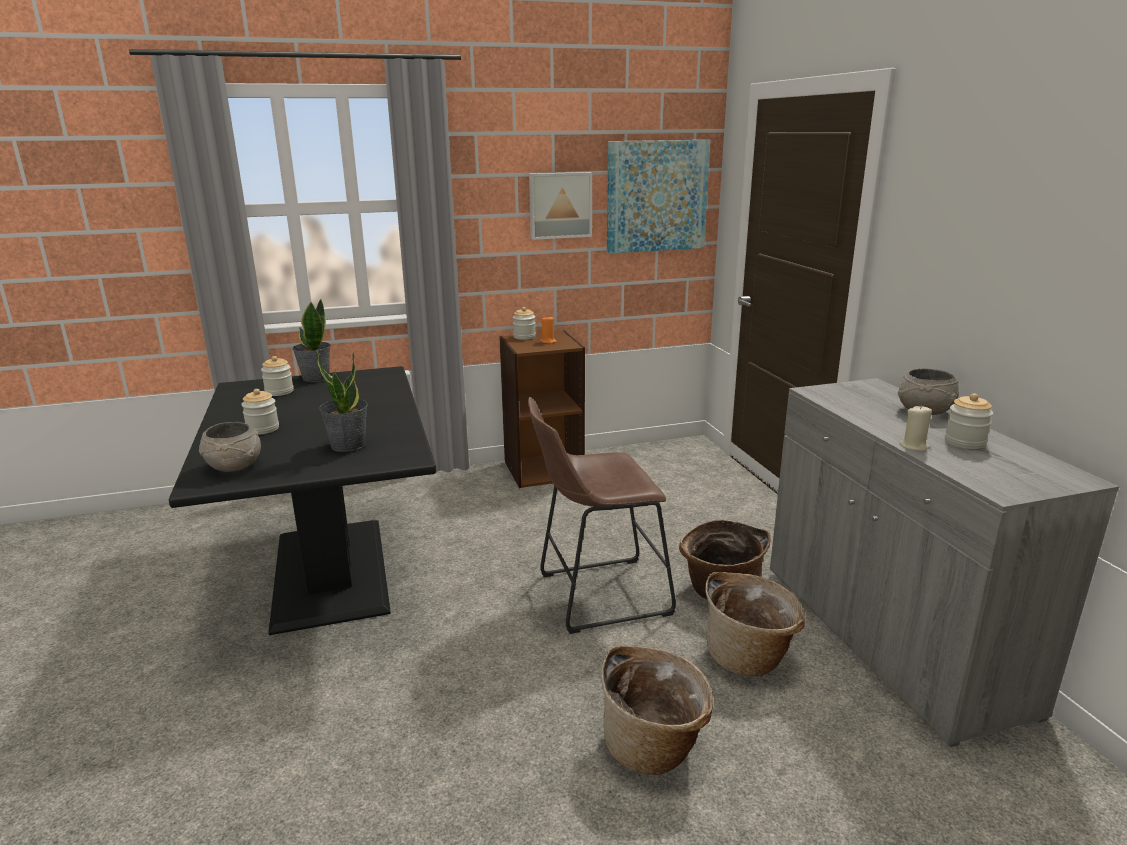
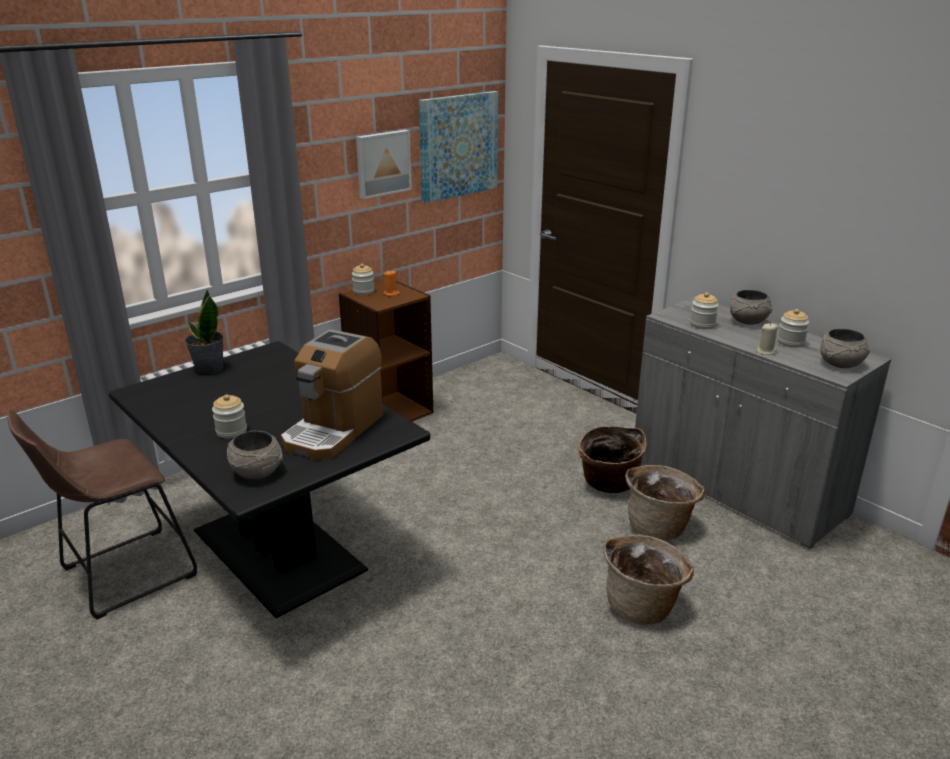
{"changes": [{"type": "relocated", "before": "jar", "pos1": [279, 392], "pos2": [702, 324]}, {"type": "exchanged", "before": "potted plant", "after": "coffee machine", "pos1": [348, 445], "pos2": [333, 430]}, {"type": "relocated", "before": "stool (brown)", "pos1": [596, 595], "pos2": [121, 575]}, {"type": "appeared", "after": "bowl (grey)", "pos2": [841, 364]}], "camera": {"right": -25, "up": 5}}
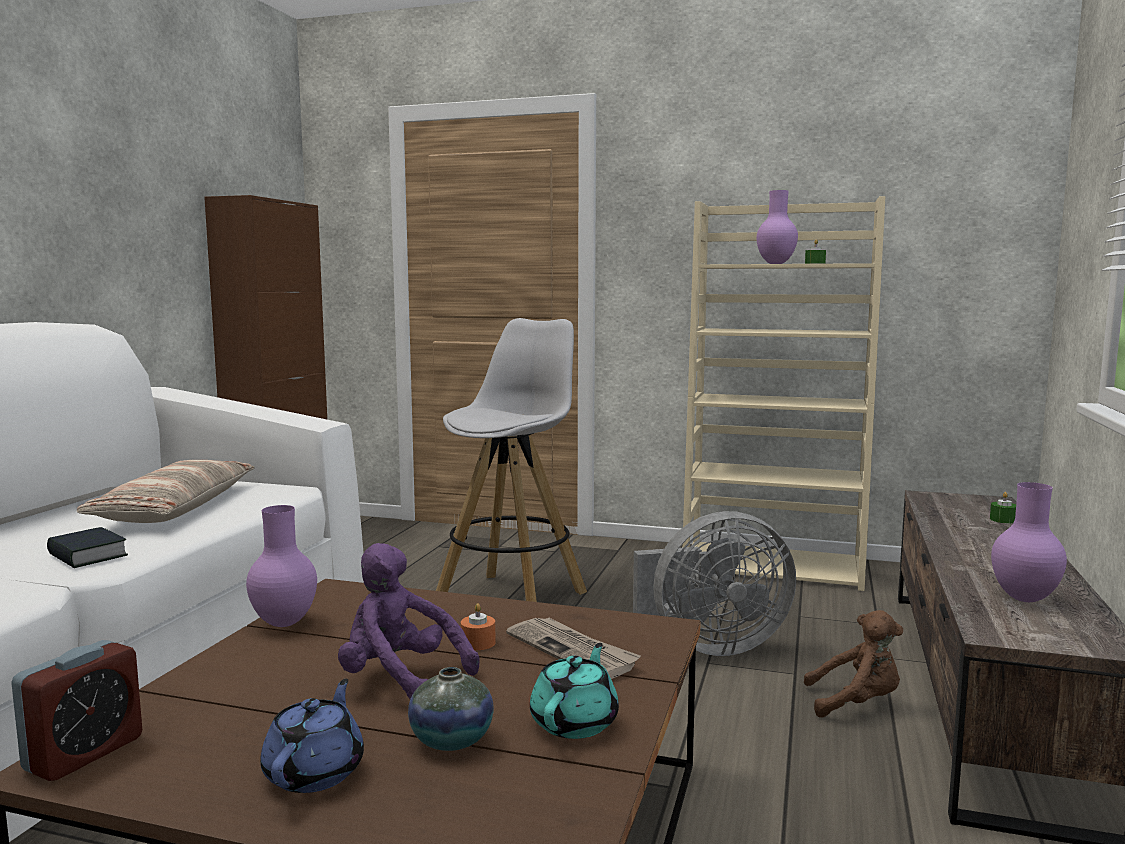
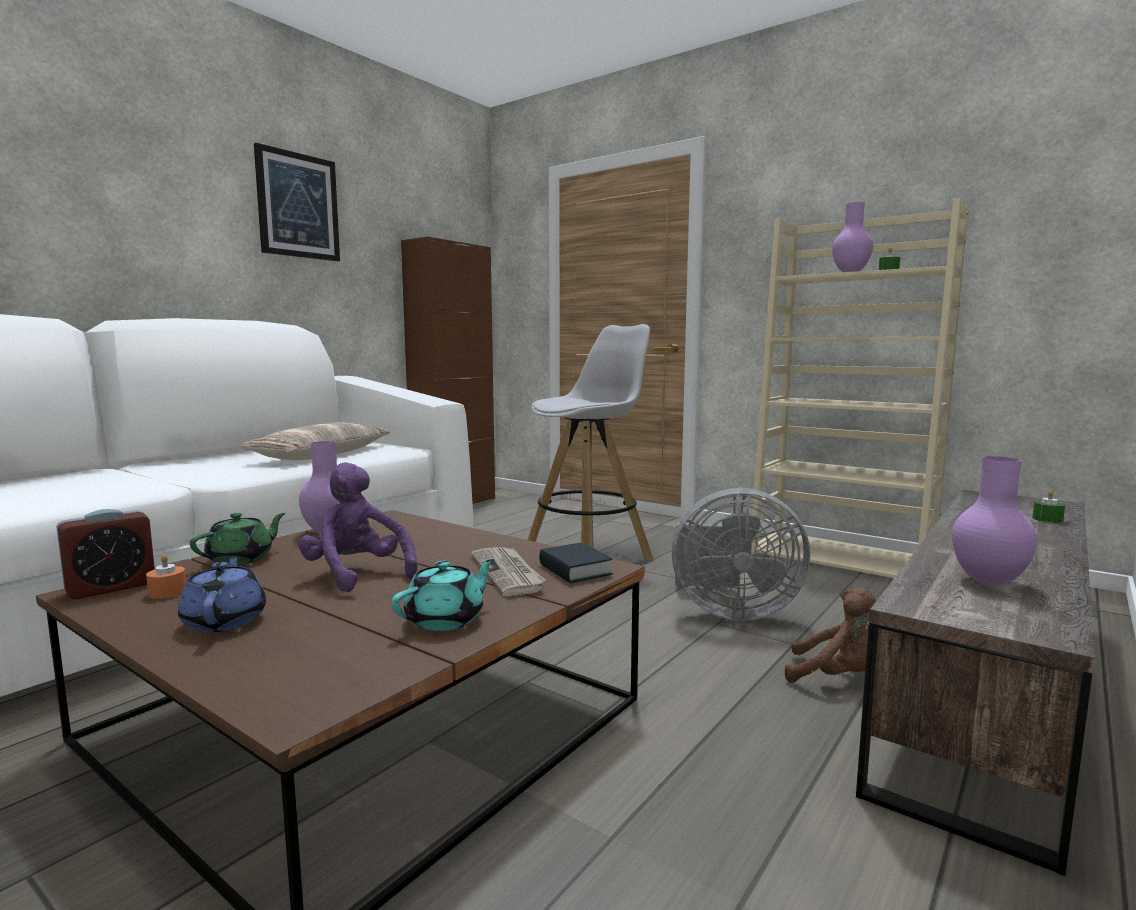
{"changes": [{"type": "relocated", "before": "book", "pos1": [87, 556], "pos2": [575, 570]}, {"type": "spun", "before": "teapot (blue)", "pos1": [315, 772], "pos2": [225, 621], "turn": -45}, {"type": "missing", "before": "vase", "pos1": [451, 740]}, {"type": "relocated", "before": "candle (orange)", "pos1": [478, 643], "pos2": [167, 592]}, {"type": "appeared", "after": "teapot (green)", "pos2": [241, 559]}, {"type": "appeared", "after": "picture", "pos2": [298, 206]}], "camera": {"right": 20, "up": 0}}
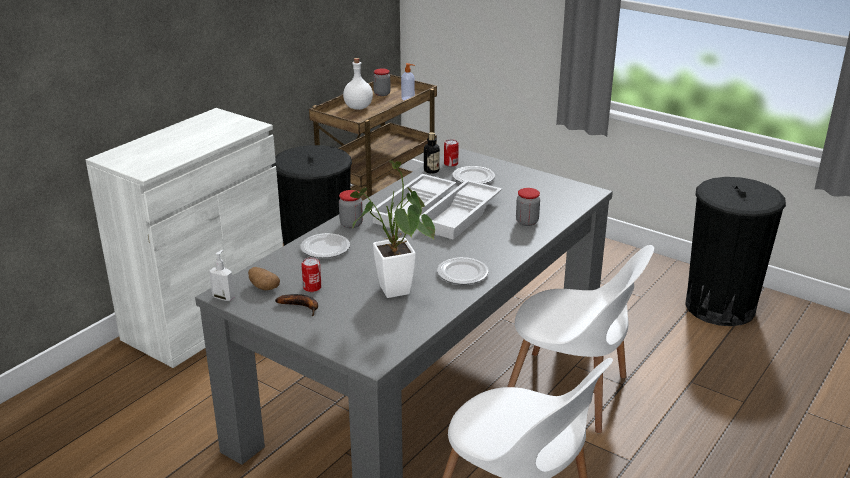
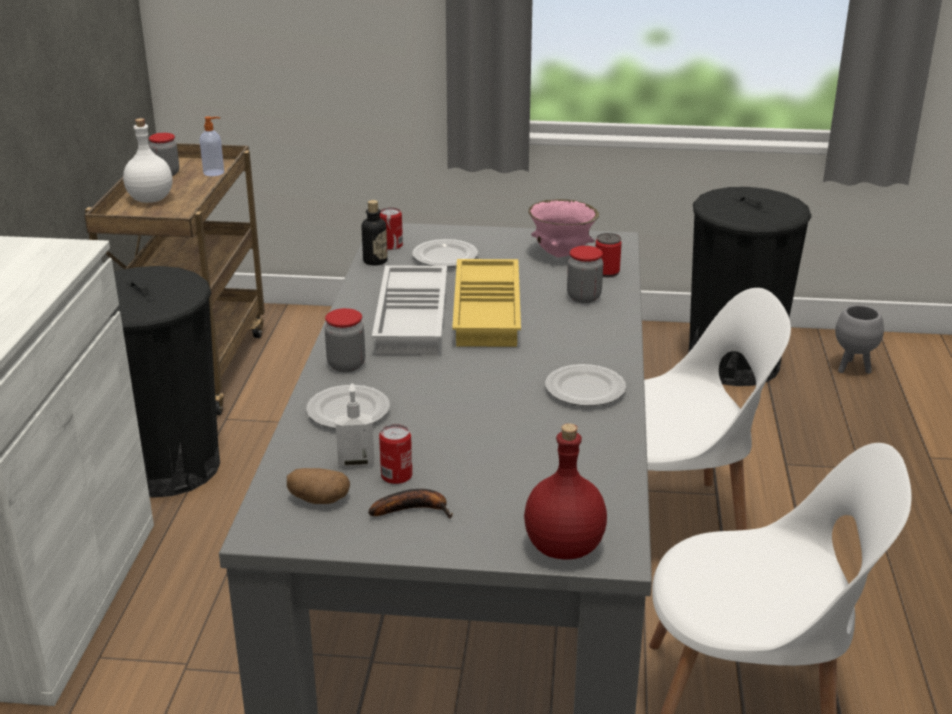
{"changes": [{"type": "relocated", "before": "soap dispenser", "pos1": [224, 297], "pos2": [356, 462]}, {"type": "missing", "before": "potted plant", "pos1": [396, 294]}, {"type": "colour", "before": "tray (white)", "after": "tray (yellow)", "pos1": [461, 215], "pos2": [489, 311]}, {"type": "appeared", "after": "bottle (red)", "pos2": [563, 548]}, {"type": "appeared", "after": "bowl (pink)", "pos2": [561, 254]}, {"type": "appeared", "after": "can", "pos2": [606, 272]}, {"type": "appeared", "after": "planter (grey)", "pos2": [853, 368]}], "camera": {"right": -30, "up": 0}}
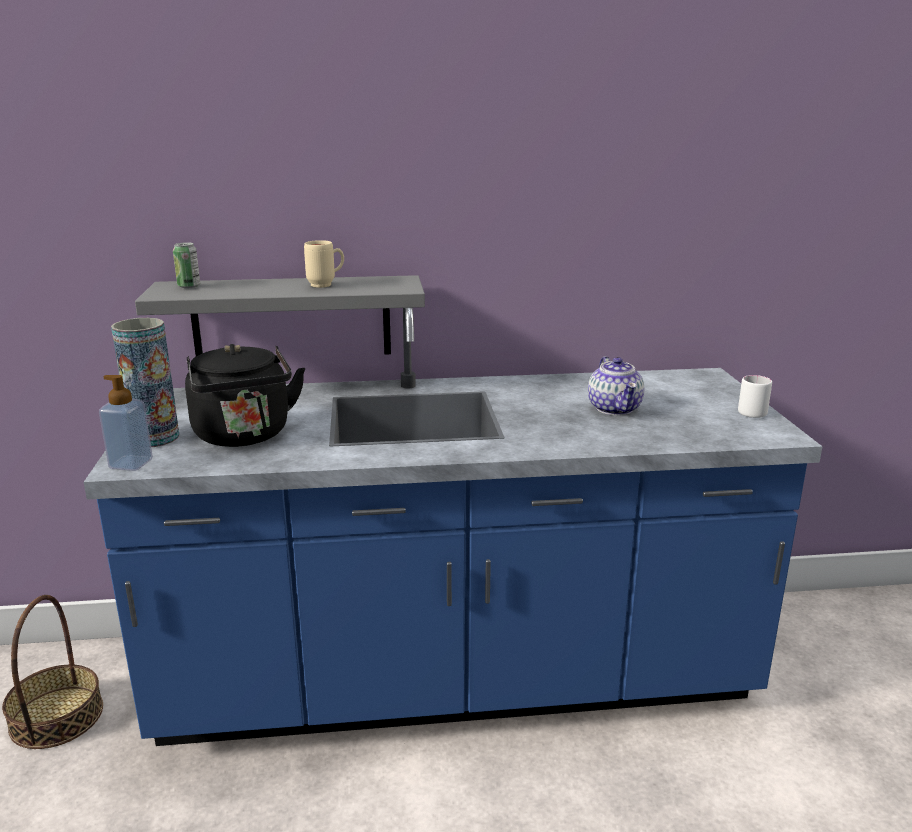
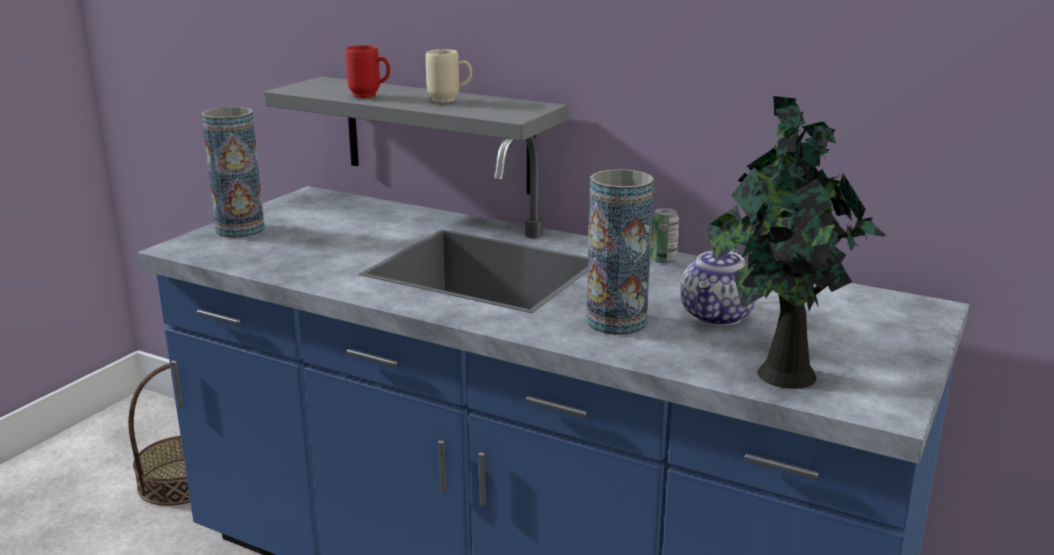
{"changes": [{"type": "missing", "before": "soap dispenser", "pos1": [131, 464]}, {"type": "relocated", "before": "can", "pos1": [189, 286], "pos2": [663, 259]}, {"type": "missing", "before": "kettle (black)", "pos1": [244, 436]}, {"type": "missing", "before": "mug (white)", "pos1": [754, 412]}, {"type": "appeared", "after": "mug (red)", "pos2": [370, 96]}, {"type": "appeared", "after": "vase", "pos2": [616, 322]}, {"type": "appeared", "after": "potted plant", "pos2": [780, 374]}], "camera": {"right": 35, "up": 0}}
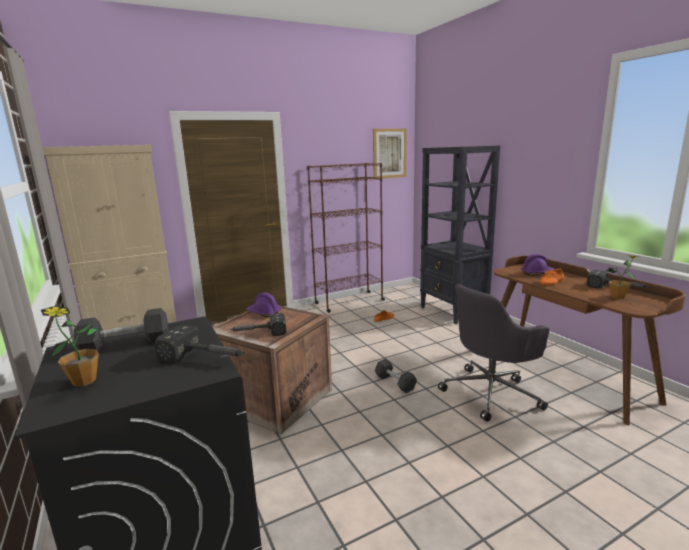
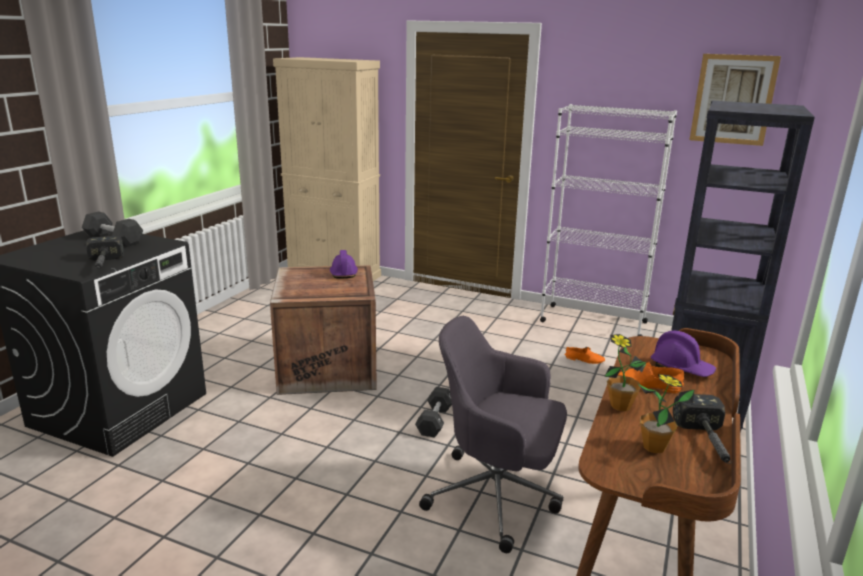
{"changes": [{"type": "relocated", "before": "potted plant", "pos1": [84, 381], "pos2": [620, 406]}, {"type": "missing", "before": "hammer", "pos1": [258, 333]}, {"type": "colour", "before": "bookcase (brown)", "after": "bookcase (white)", "pos1": [349, 302], "pos2": [592, 322]}], "camera": {"right": 50, "up": 5}}
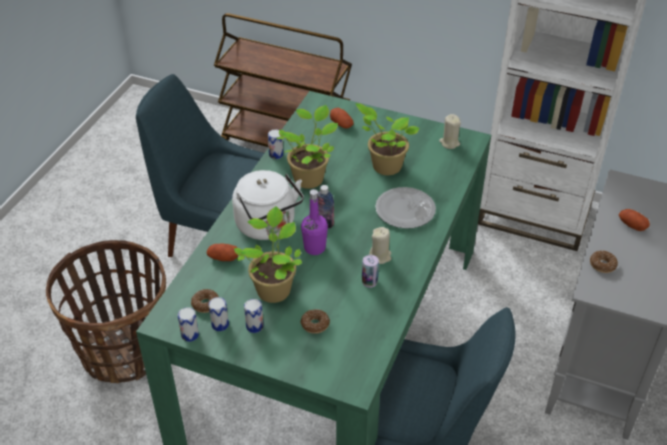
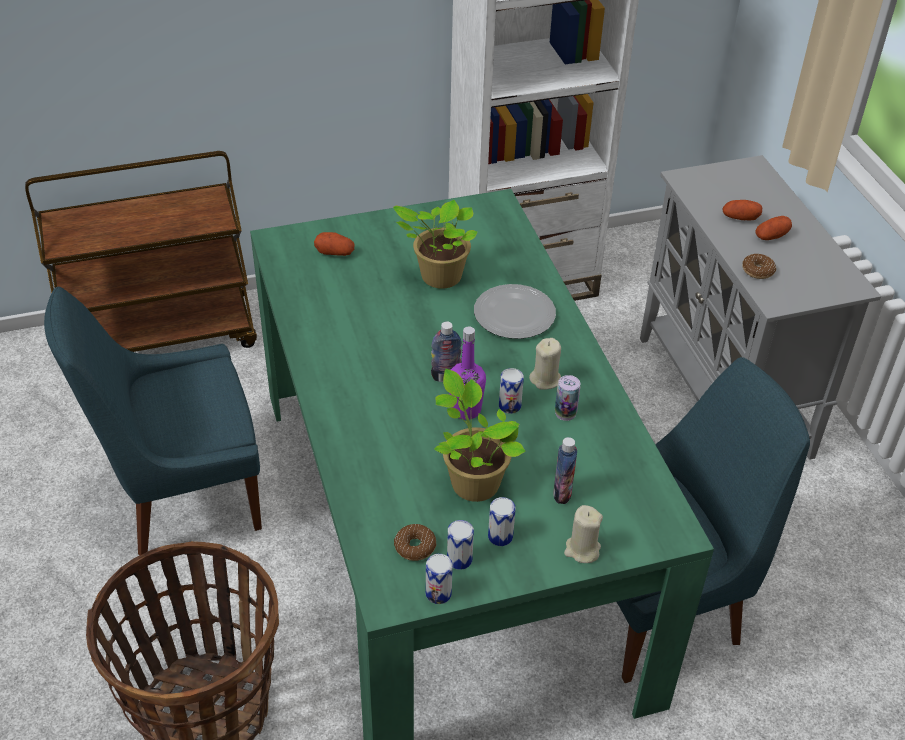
{"changes": [{"type": "relocated", "before": "potato", "pos1": [223, 258], "pos2": [771, 236]}, {"type": "missing", "before": "kettle (white)", "pos1": [268, 226]}, {"type": "relocated", "before": "can", "pos1": [276, 154], "pos2": [509, 405]}, {"type": "missing", "before": "potted plant", "pos1": [309, 177]}, {"type": "exchanged", "before": "donut", "after": "bottle", "pos1": [315, 324], "pos2": [562, 493]}, {"type": "relocated", "before": "candle (beige)", "pos1": [449, 143], "pos2": [582, 550]}], "camera": {"right": -40, "up": 0}}
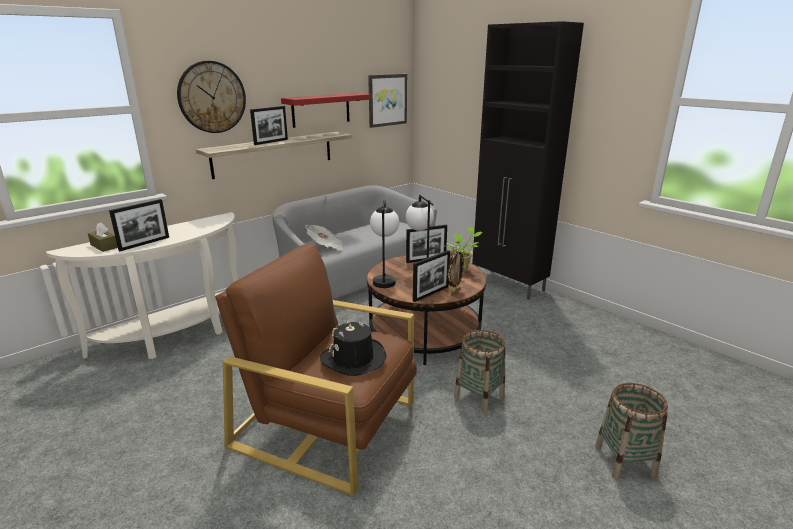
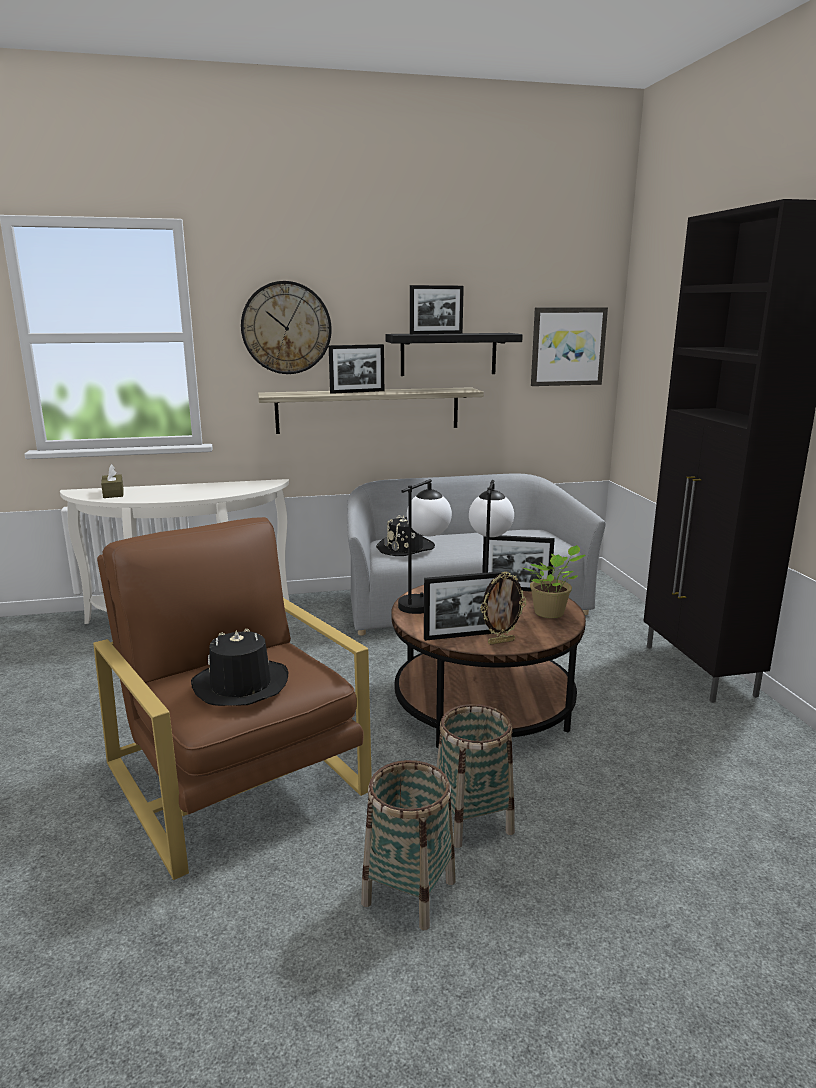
{"changes": [{"type": "relocated", "before": "picture frame", "pos1": [144, 244], "pos2": [436, 333]}, {"type": "colour", "before": "shelf (red)", "after": "shelf (black)", "pos1": [321, 110], "pos2": [448, 354]}, {"type": "exchanged", "before": "newspaper", "after": "hat (black)", "pos1": [325, 247], "pos2": [406, 548]}, {"type": "relocated", "before": "basket", "pos1": [625, 461], "pos2": [409, 892]}], "camera": {"right": 30, "up": -5}}
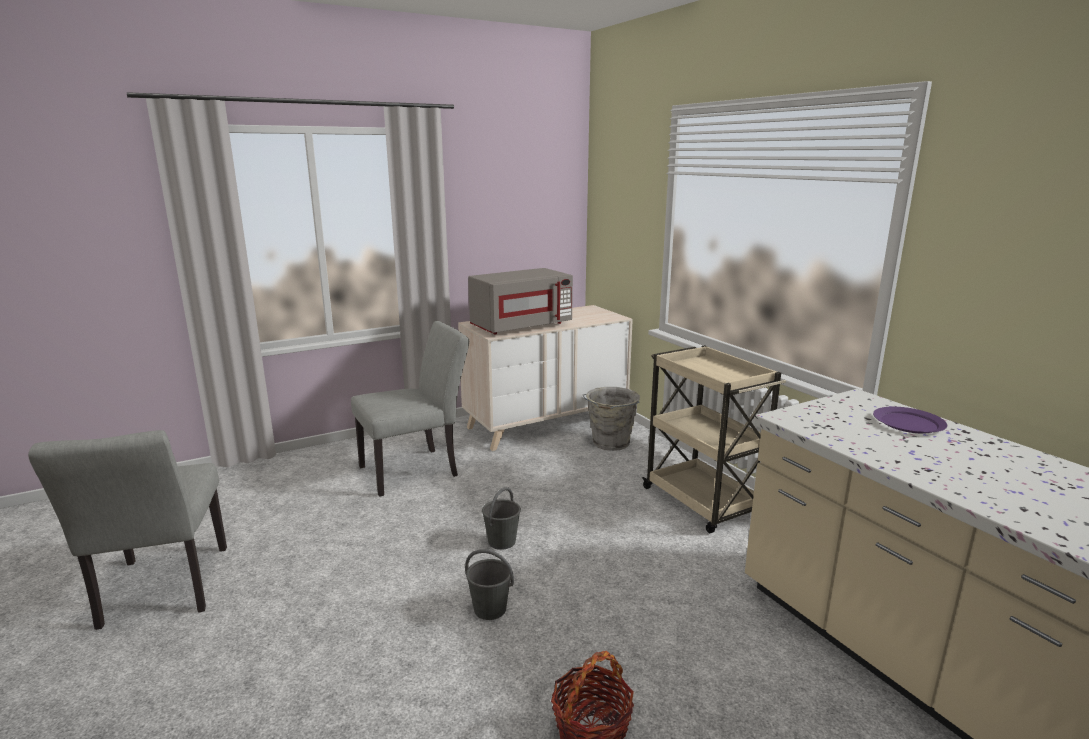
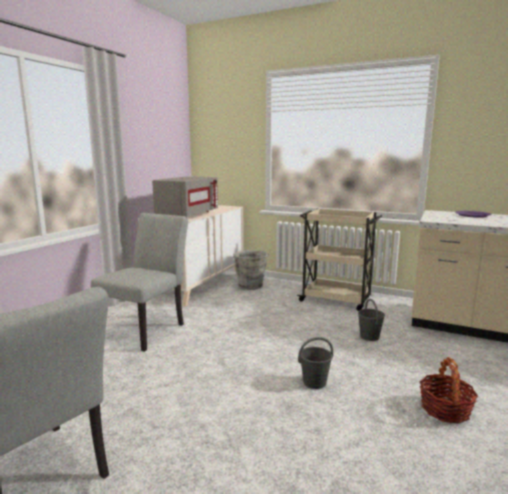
{"changes": [{"type": "relocated", "before": "bucket (grey)", "pos1": [502, 541], "pos2": [369, 336]}], "camera": {"right": -35, "up": -5}}
